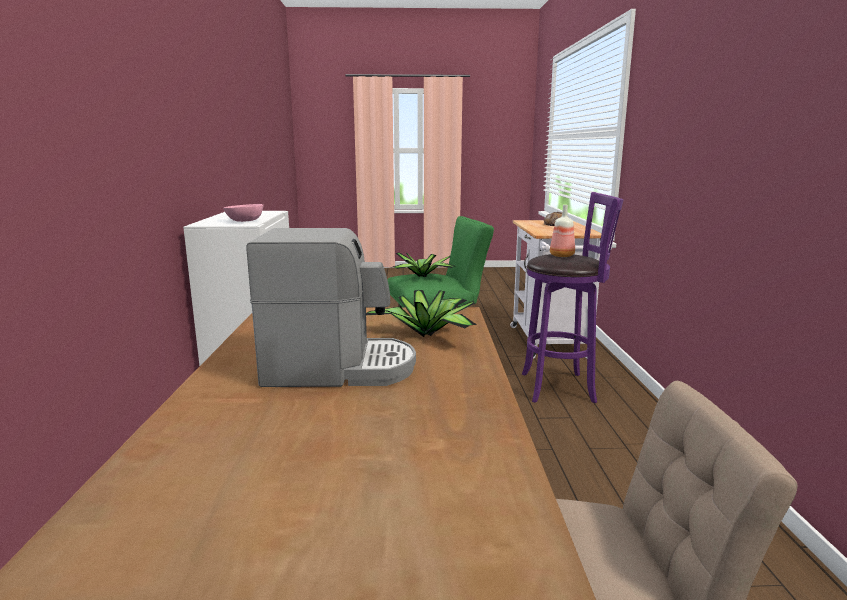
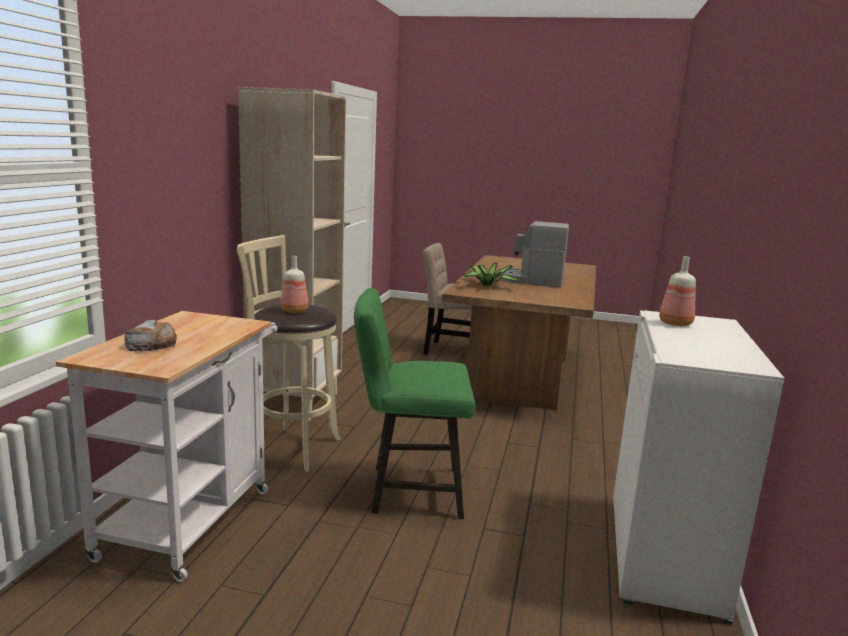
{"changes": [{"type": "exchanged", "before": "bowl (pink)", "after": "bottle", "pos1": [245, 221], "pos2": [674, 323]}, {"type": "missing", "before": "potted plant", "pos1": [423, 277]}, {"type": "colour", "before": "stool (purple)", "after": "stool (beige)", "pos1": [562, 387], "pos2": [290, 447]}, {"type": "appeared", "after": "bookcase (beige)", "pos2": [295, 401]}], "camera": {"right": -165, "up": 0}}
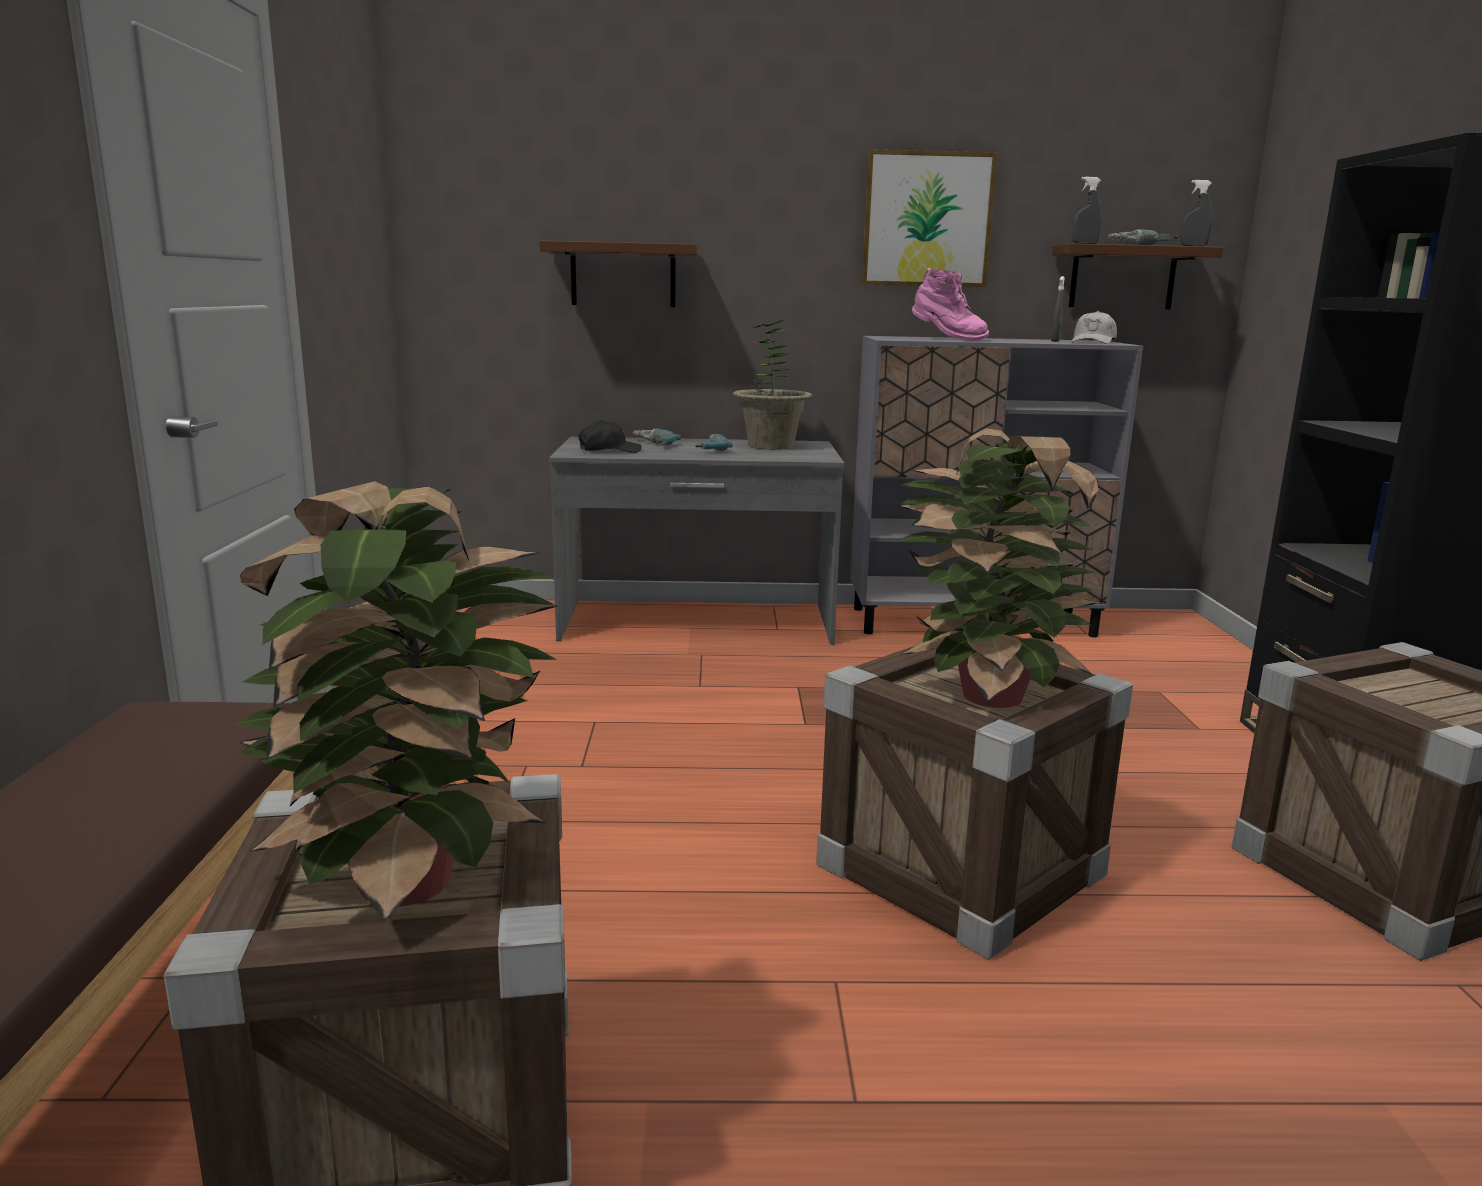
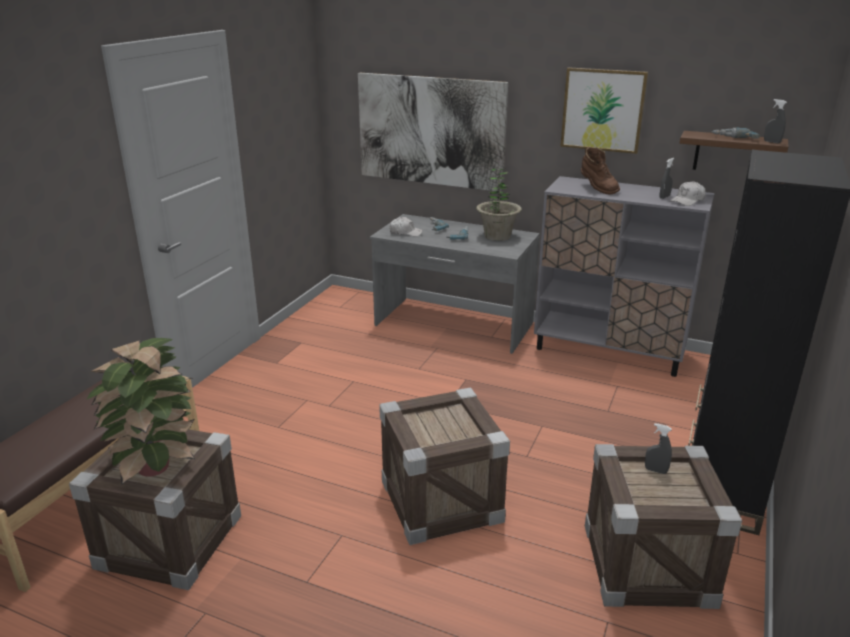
{"changes": [{"type": "exchanged", "before": "shelf (brown)", "after": "picture", "pos1": [623, 275], "pos2": [430, 131]}, {"type": "colour", "before": "cap (black)", "after": "cap (white)", "pos1": [609, 450], "pos2": [405, 232]}, {"type": "missing", "before": "potted plant", "pos1": [984, 695]}, {"type": "colour", "before": "boot (pink)", "after": "boot (brown)", "pos1": [947, 339], "pos2": [597, 189]}, {"type": "relocated", "before": "spray bottle (grey)", "pos1": [1085, 243], "pos2": [655, 470]}], "camera": {"right": 25, "up": 10}}
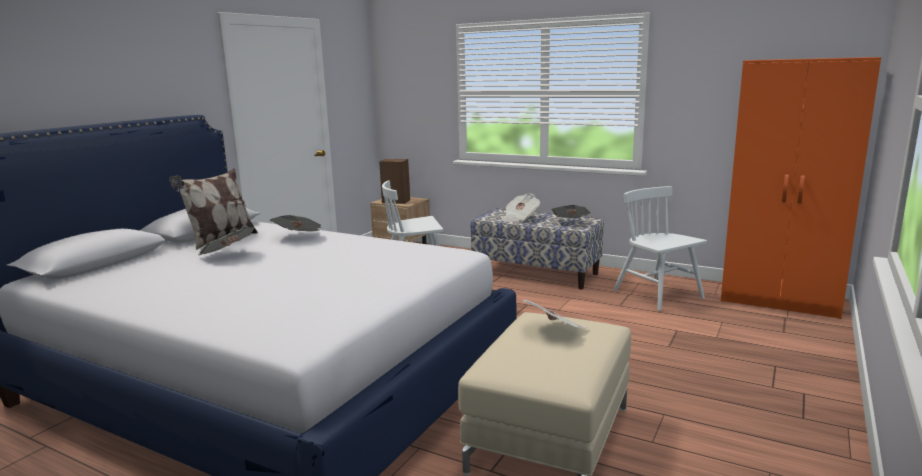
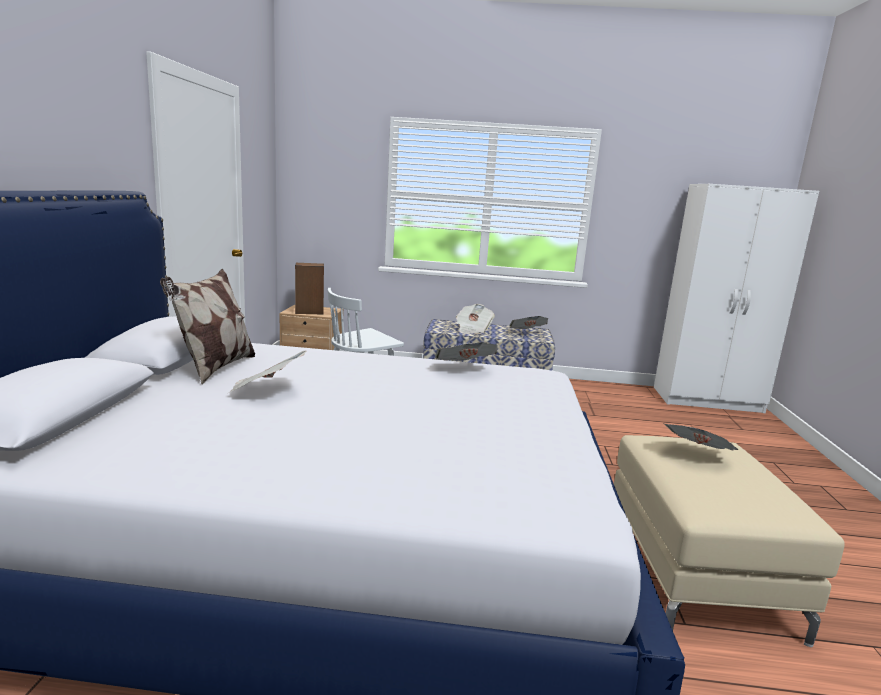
{"changes": [{"type": "relocated", "before": "newspaper", "pos1": [299, 237], "pos2": [464, 369]}, {"type": "missing", "before": "chair (white)", "pos1": [658, 294]}, {"type": "colour", "before": "wardrobe (orange)", "after": "wardrobe (white)", "pos1": [781, 301], "pos2": [708, 400]}], "camera": {"right": -25, "up": 0}}
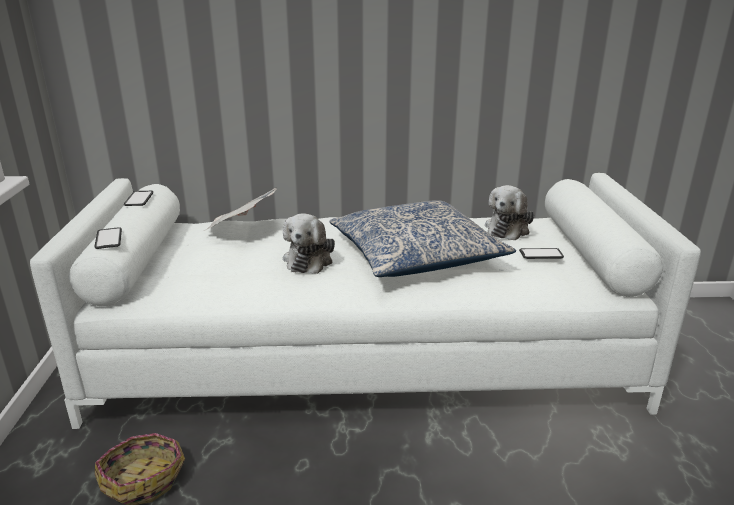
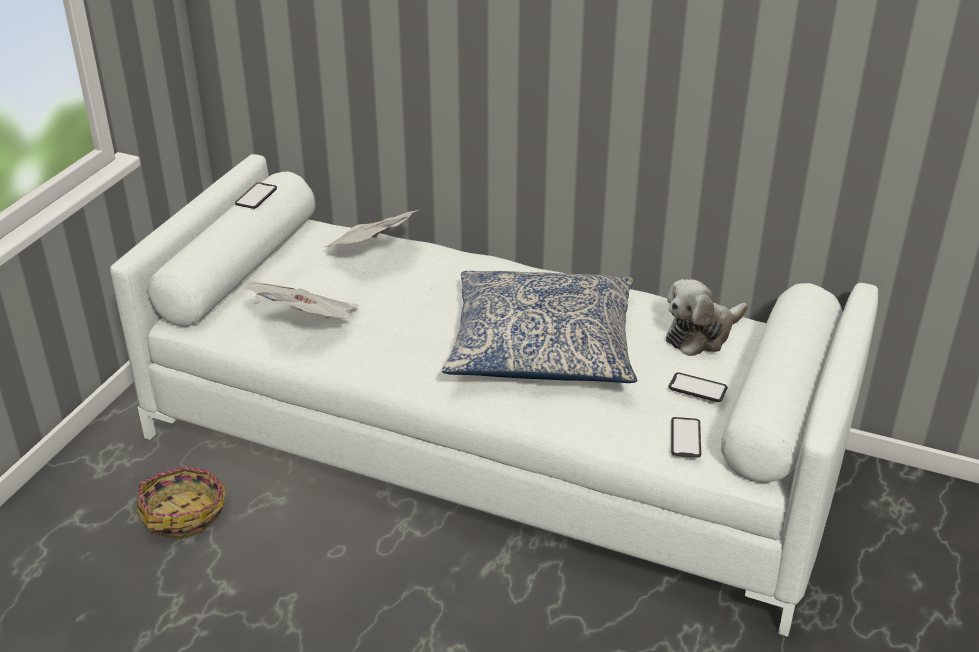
{"changes": [{"type": "relocated", "before": "phone", "pos1": [108, 239], "pos2": [685, 438]}, {"type": "missing", "before": "plush toy", "pos1": [309, 259]}, {"type": "appeared", "after": "newspaper", "pos2": [308, 324]}], "camera": {"right": 25, "up": 10}}
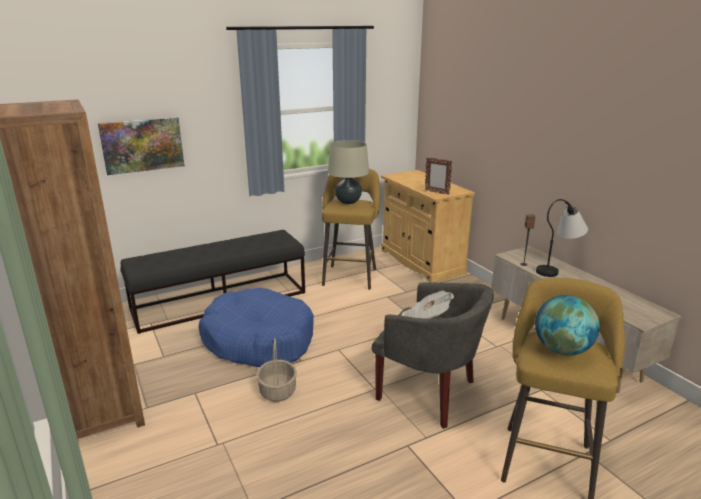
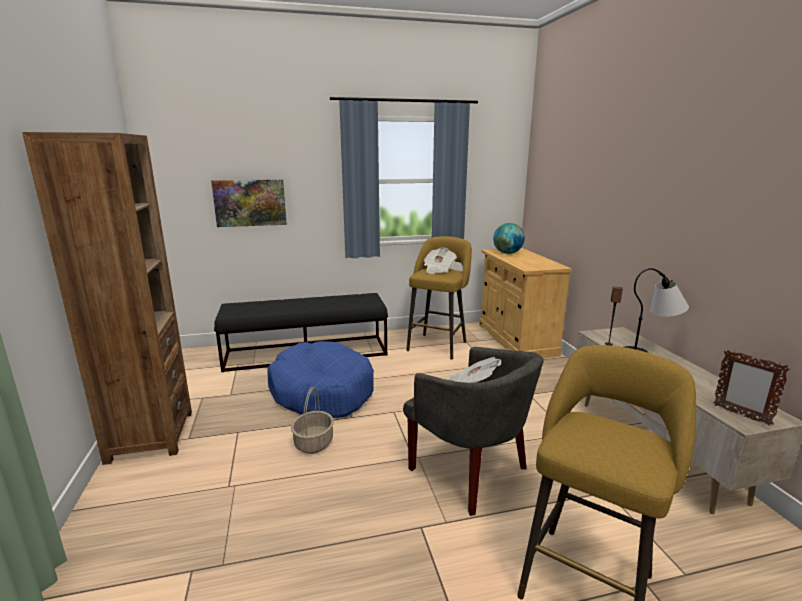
{"changes": [{"type": "exchanged", "before": "table lamp (beige)", "after": "newspaper", "pos1": [348, 202], "pos2": [438, 270]}, {"type": "relocated", "before": "picture frame", "pos1": [436, 192], "pos2": [741, 415]}, {"type": "relocated", "before": "globe", "pos1": [562, 350], "pos2": [507, 253]}], "camera": {"right": 15, "up": -5}}
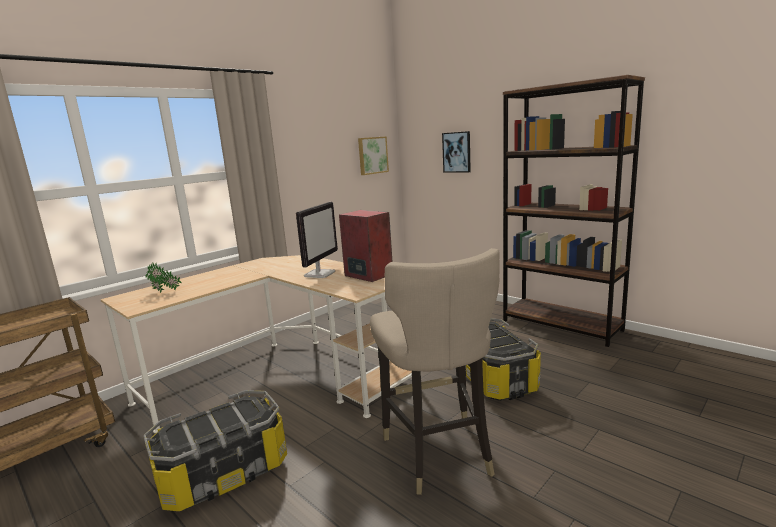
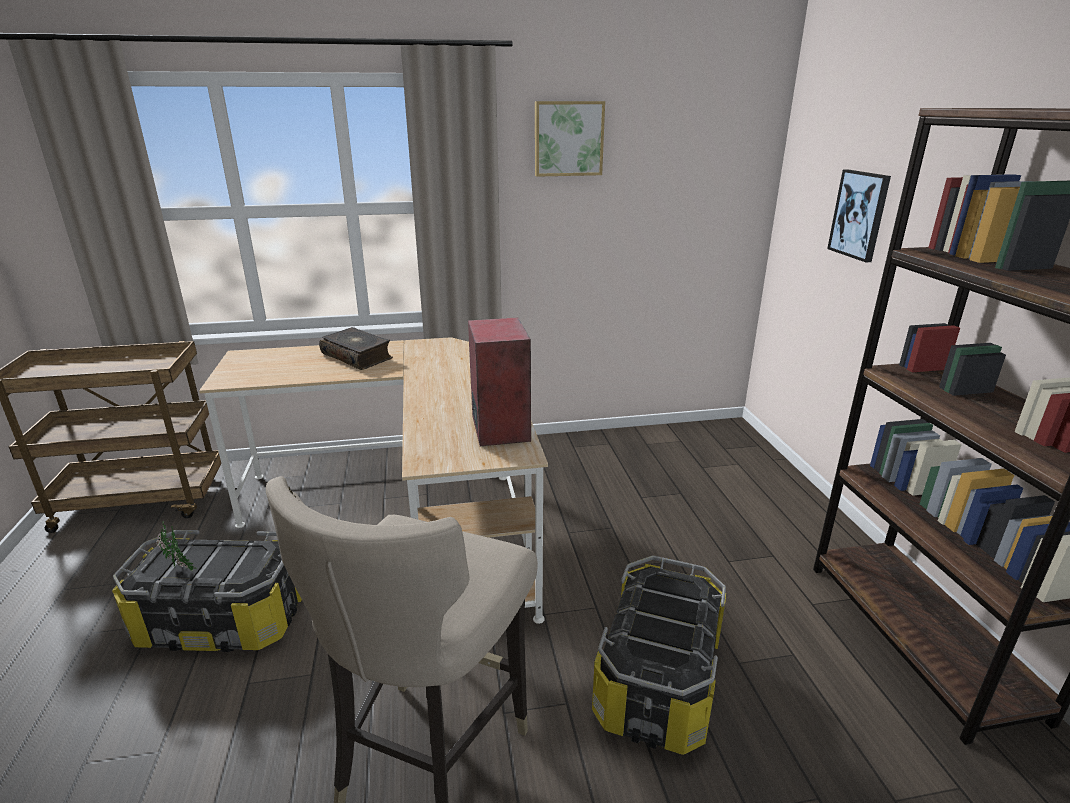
{"changes": [{"type": "relocated", "before": "potted plant", "pos1": [165, 292], "pos2": [181, 569]}, {"type": "missing", "before": "monitor", "pos1": [320, 274]}, {"type": "relocated", "before": "picture", "pos1": [372, 155], "pos2": [568, 139]}, {"type": "appeared", "after": "book", "pos2": [358, 356]}], "camera": {"right": 35, "up": 10}}
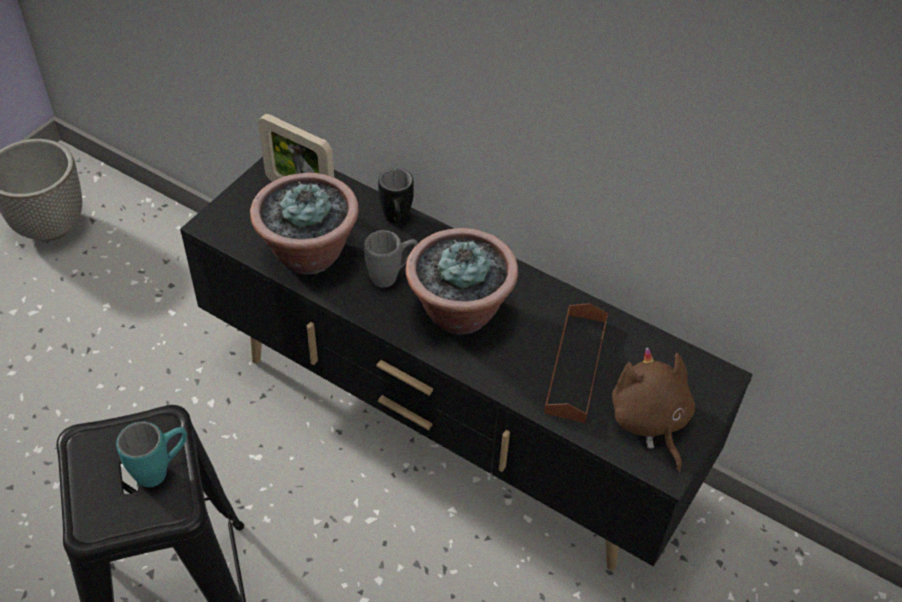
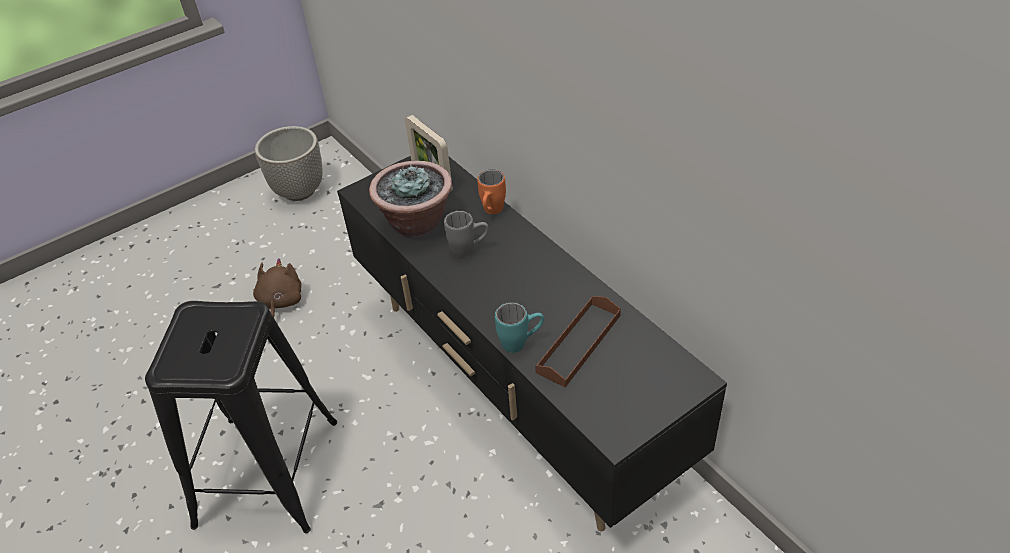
{"changes": [{"type": "relocated", "before": "mug (turquoise)", "pos1": [161, 469], "pos2": [521, 343]}, {"type": "colour", "before": "mug (black)", "after": "mug (orange)", "pos1": [396, 221], "pos2": [491, 212]}, {"type": "missing", "before": "potted plant", "pos1": [459, 311]}, {"type": "relocated", "before": "plush toy (brown)", "pos1": [650, 421], "pos2": [280, 302]}], "camera": {"right": 25, "up": -5}}
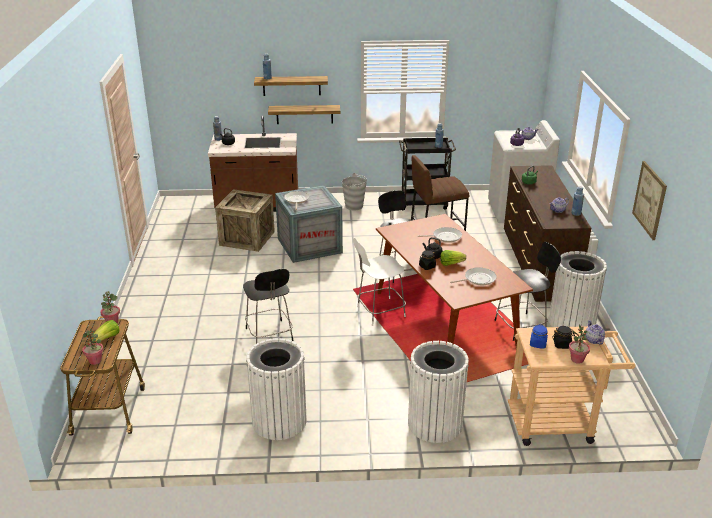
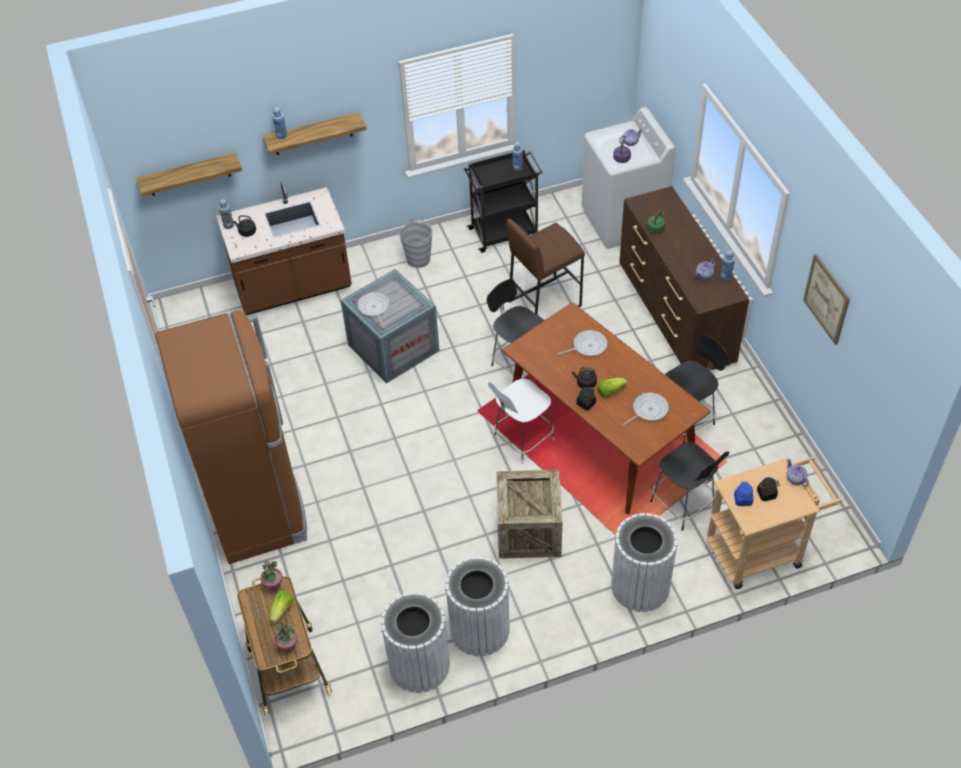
{"changes": [{"type": "relocated", "before": "crate", "pos1": [247, 238], "pos2": [529, 531]}, {"type": "relocated", "before": "chair (black)", "pos1": [269, 335], "pos2": [683, 505]}, {"type": "relocated", "before": "shelf", "pos1": [304, 114], "pos2": [189, 175]}, {"type": "relocated", "before": "trash can (white)", "pos1": [571, 322], "pos2": [419, 665]}, {"type": "missing", "before": "potted plant", "pos1": [577, 359]}, {"type": "appeared", "after": "fridge (brown)", "pos2": [257, 509]}], "camera": {"right": -15, "up": 20}}
